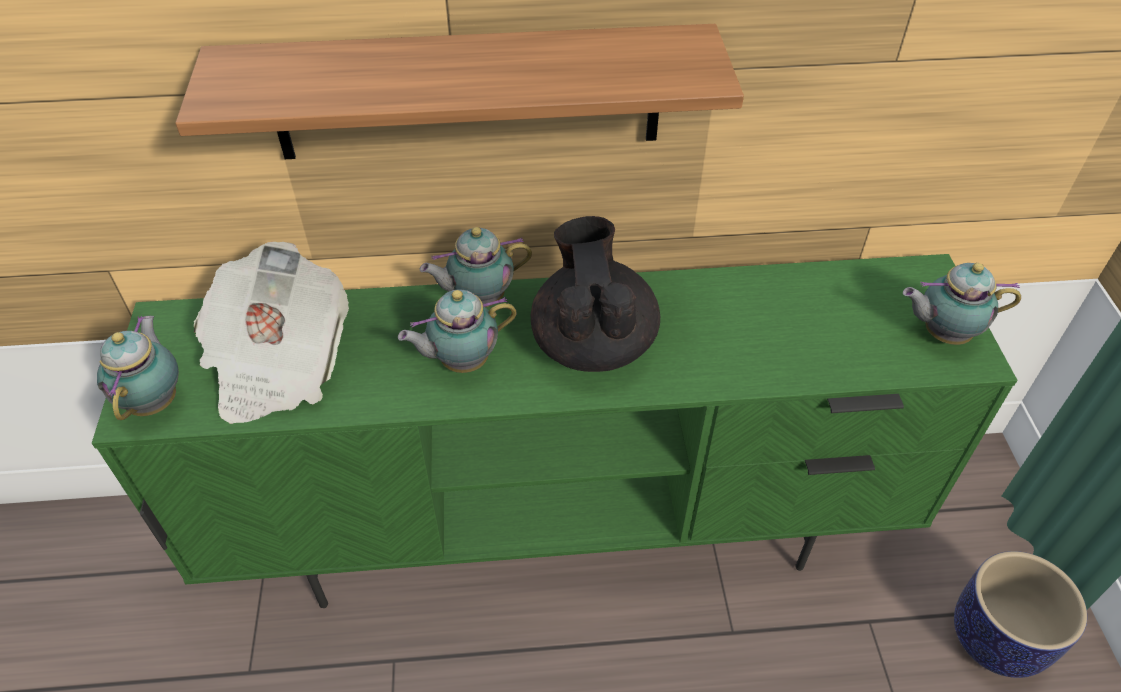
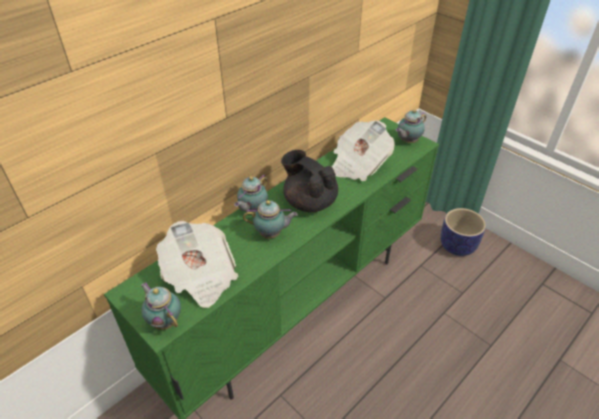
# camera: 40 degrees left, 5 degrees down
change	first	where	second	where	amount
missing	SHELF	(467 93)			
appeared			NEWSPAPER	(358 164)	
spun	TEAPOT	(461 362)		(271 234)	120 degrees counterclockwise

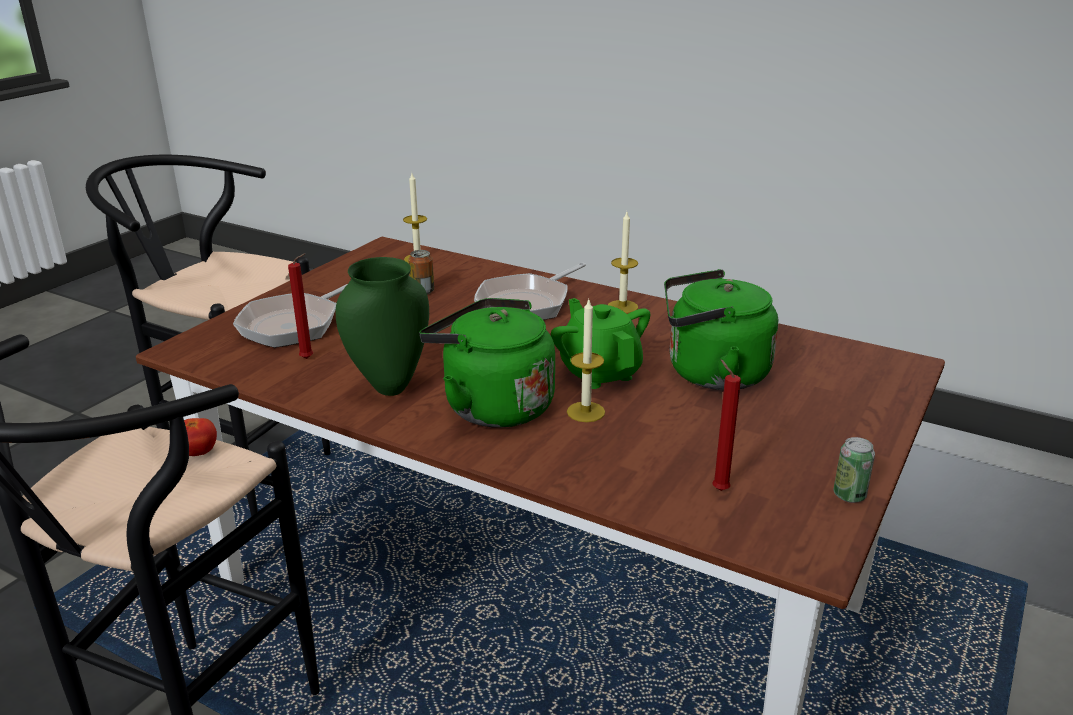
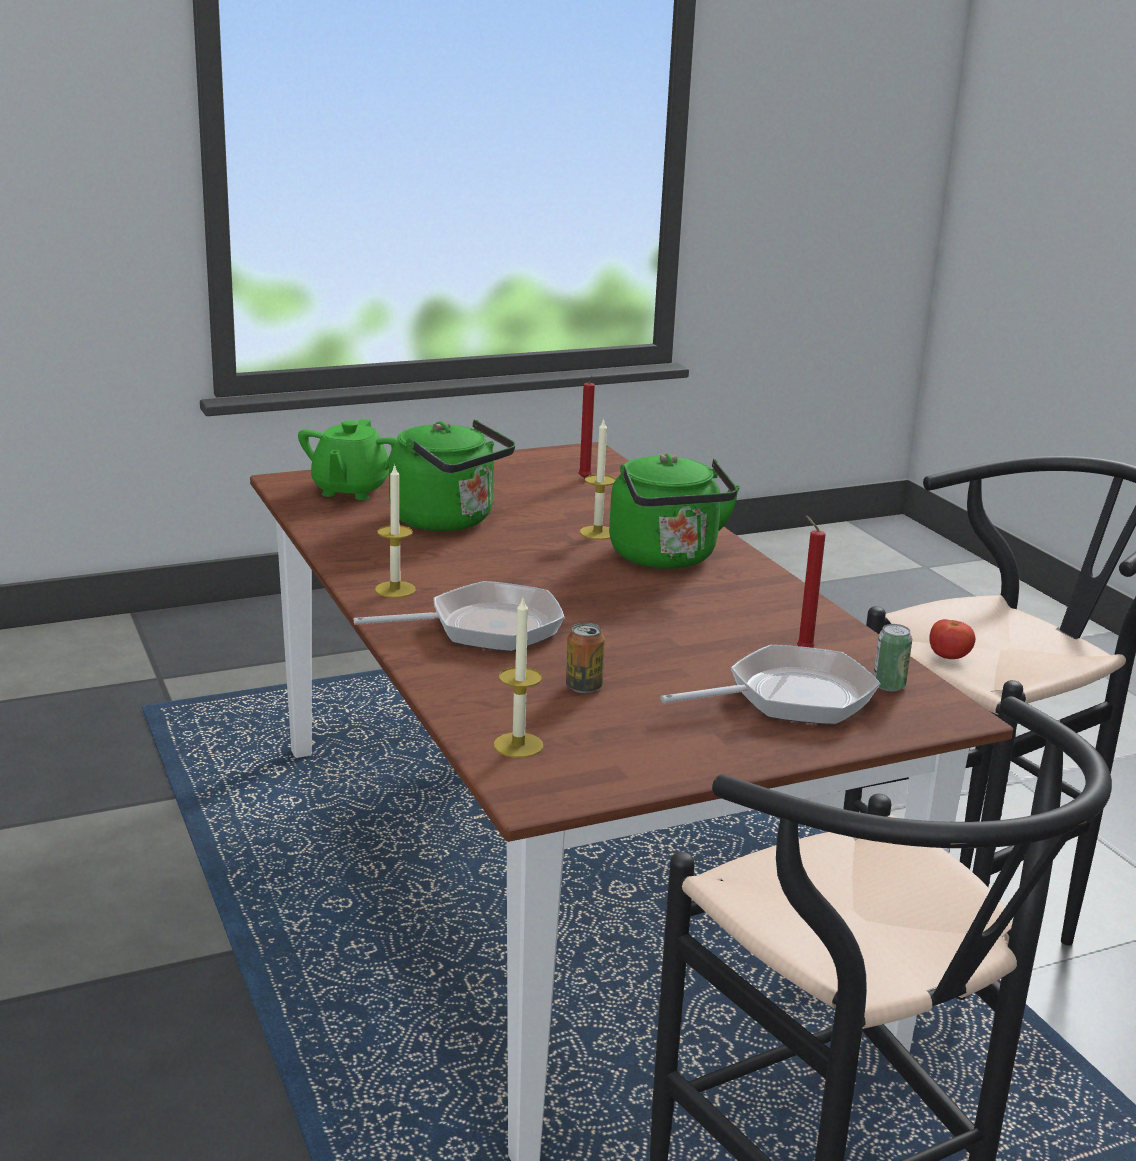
# camera: 145 degrees left, 5 degrees down
change	first	where	second	where	amount
missing	GREEN-COLOURED VASE	(390 388)			
relocated	GREEN-COLOURED TEAPOT	(600 373)		(350 490)	
relocated	METAL CAN	(849 495)		(888 685)	

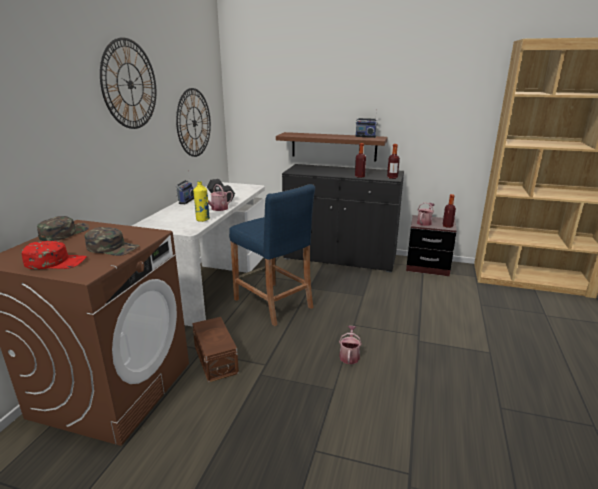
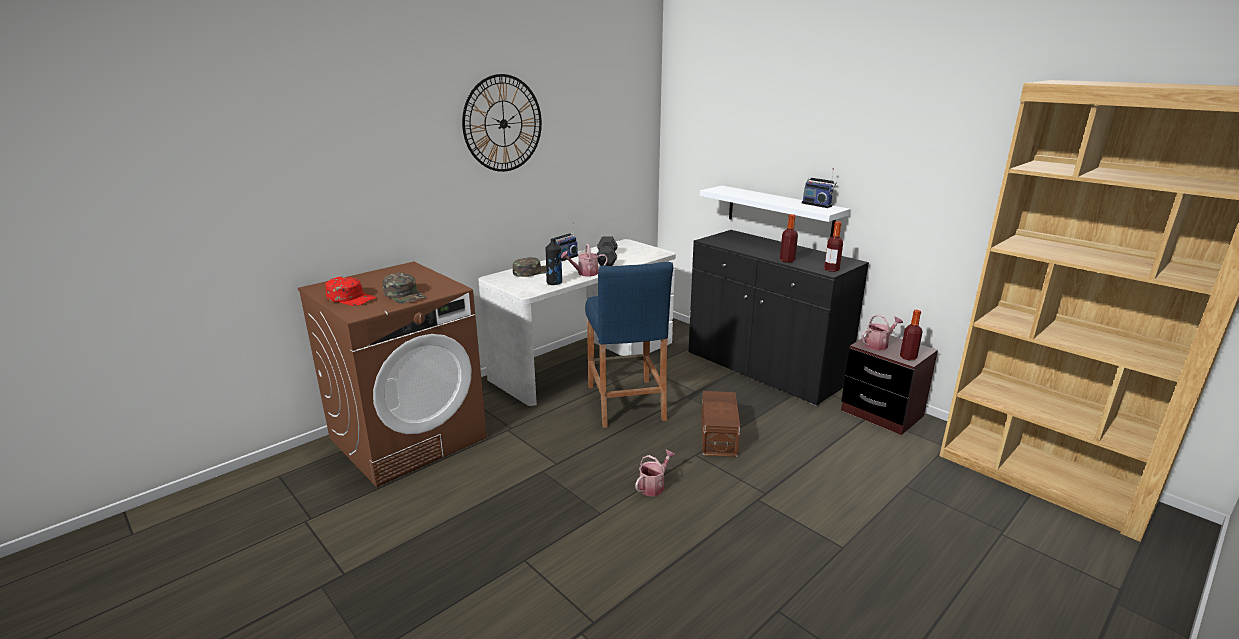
# camera: 30 degrees right, 0 degrees up
change	first	where	second	where	amount
missing	CLOCK ON THE WALL	(194 123)			
relocated	GREEN-COLOURED BASEBALL CAP	(64 233)		(532 272)	
relocated	BROWN-COLOURED STORAGE CONTAINER	(216 359)		(719 436)	
colour	YELLOW-COLOURED BOTTLE	(203 219)	BLACK BOTTLE	(554 283)	
colour	BROWN-COLOURED SHELF	(333 146)	WHITE SHELF	(779 213)	

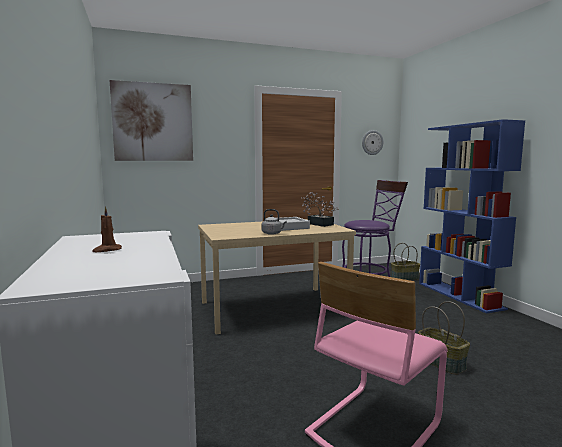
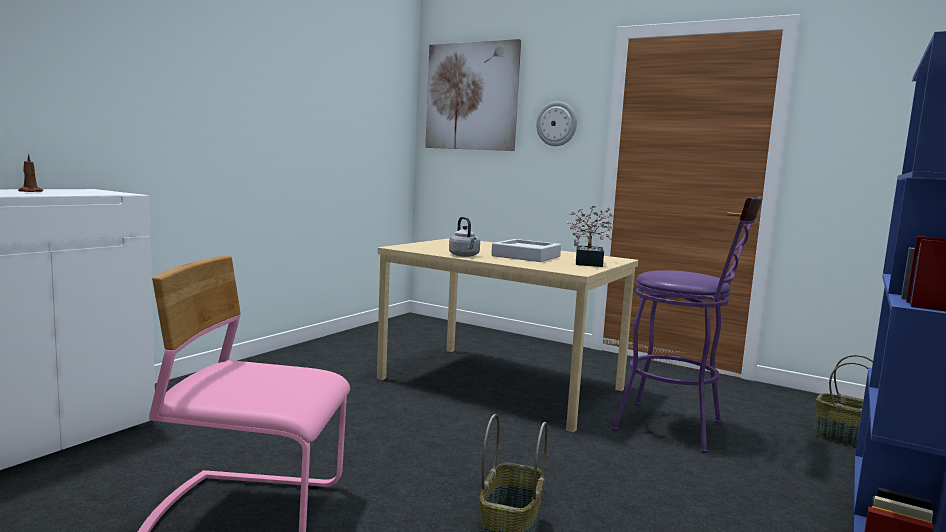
# camera: 50 degrees right, 0 degrees up
change	first	where	second	where	amount
relocated	CLOCK ON THE WALL	(372 142)		(557 124)	

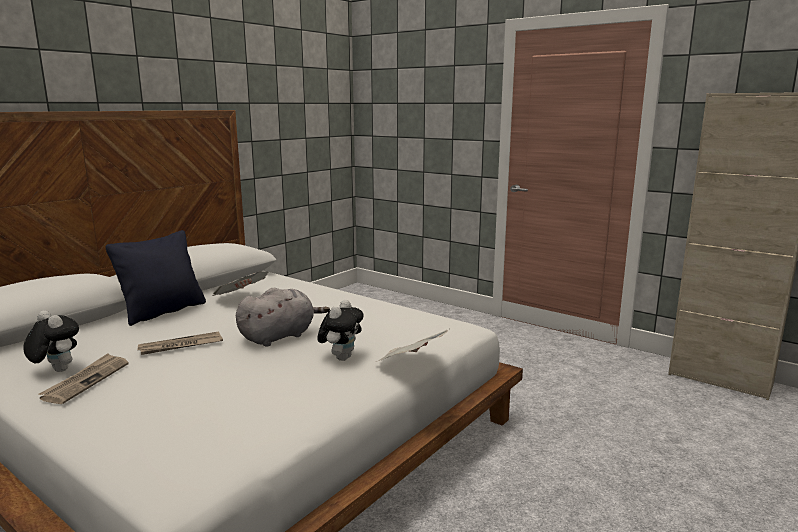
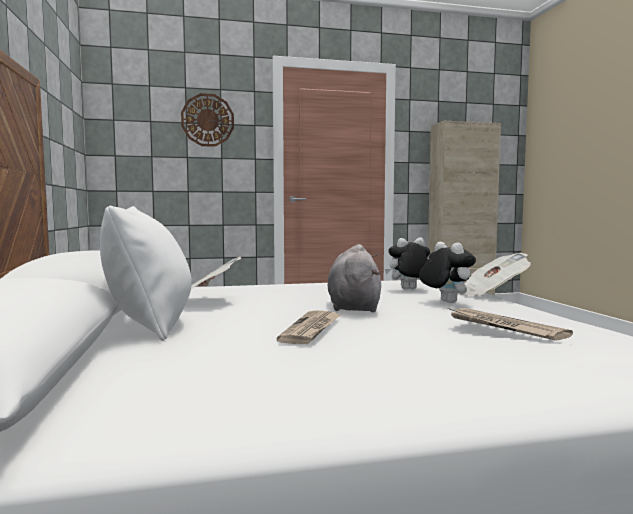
# camera: 50 degrees left, 10 degrees down
change	first	where	second	where	amount
appeared			CLOCK ON THE WALL	(207 120)	
relocated	PLUSH TOY	(56 370)		(408 290)	
relocated	NEWSPAPER	(86 380)		(503 327)	
colour	BLACK THROW PILLOW	(163 312)	WHITE THROW PILLOW	(151 325)	

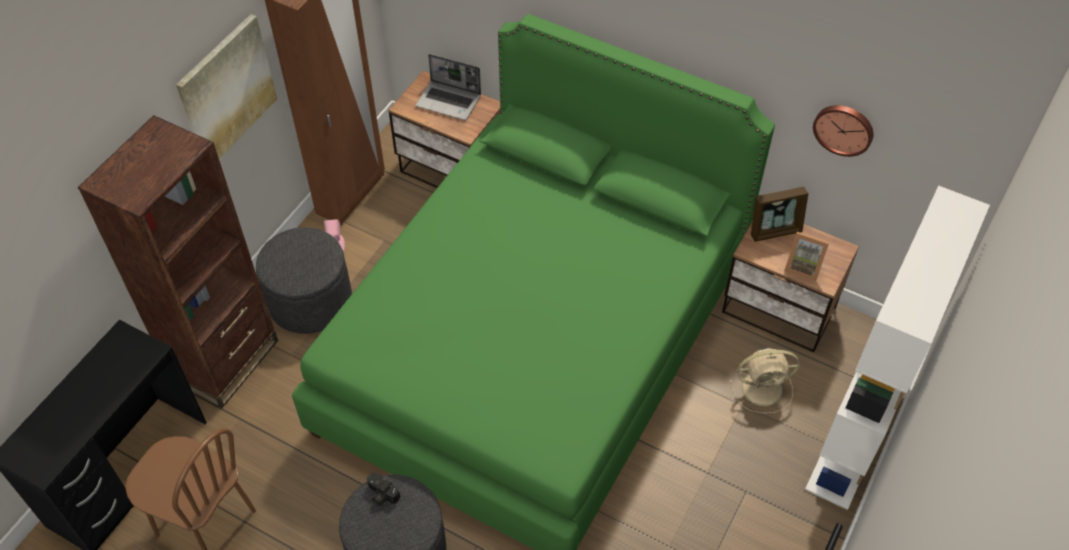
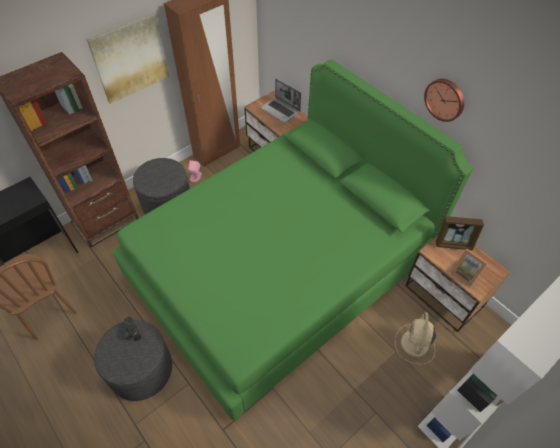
# camera: 20 degrees right, 0 degrees up
change	first	where	second	where	amount
relocated	CLOCK ON THE WALL	(844 128)		(445 99)	
spun	SAND-COLOURED ELECTRIC FAN	(764 388)		(414 345)	90 degrees clockwise

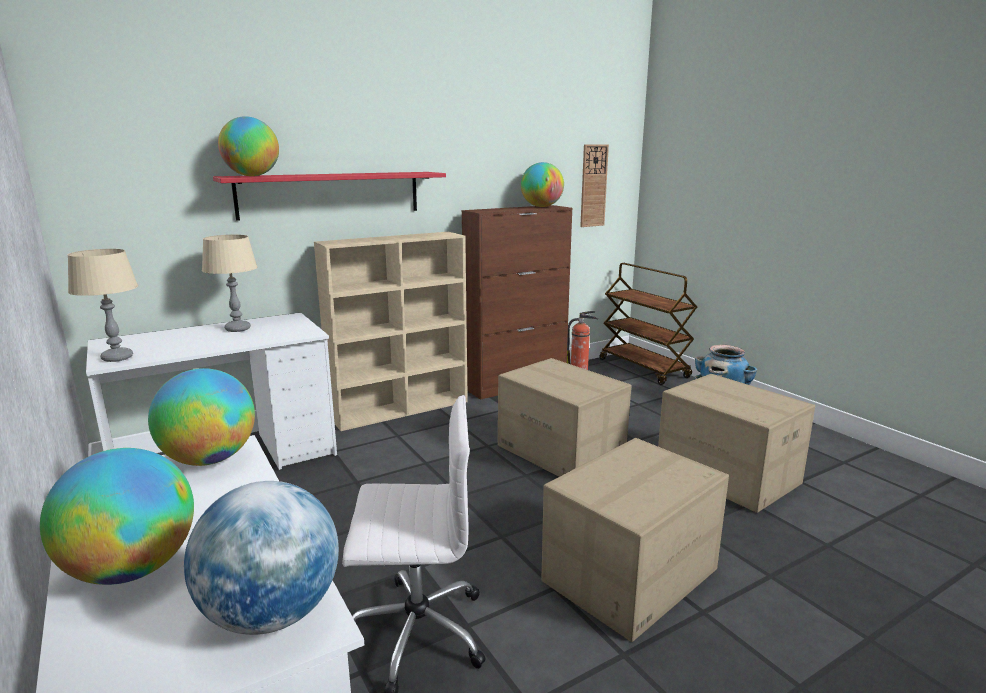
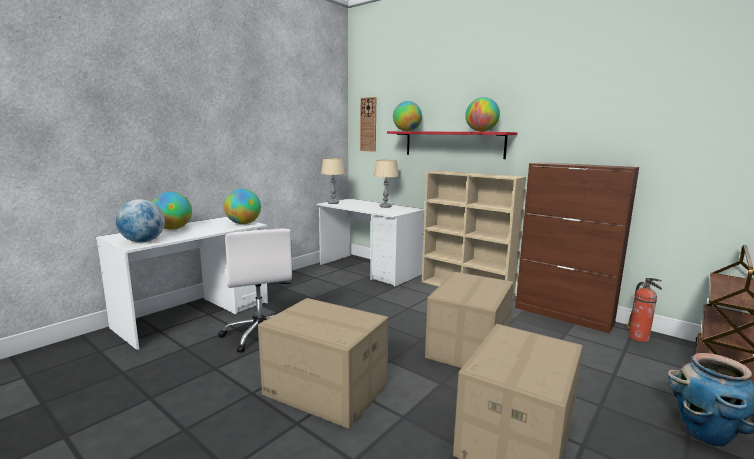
# camera: 70 degrees right, 5 degrees down
change	first	where	second	where	amount
relocated	WORLD GLOBE	(541 207)		(481 131)	
relocated	CLOCK ON THE WALL	(593 186)		(368 124)	

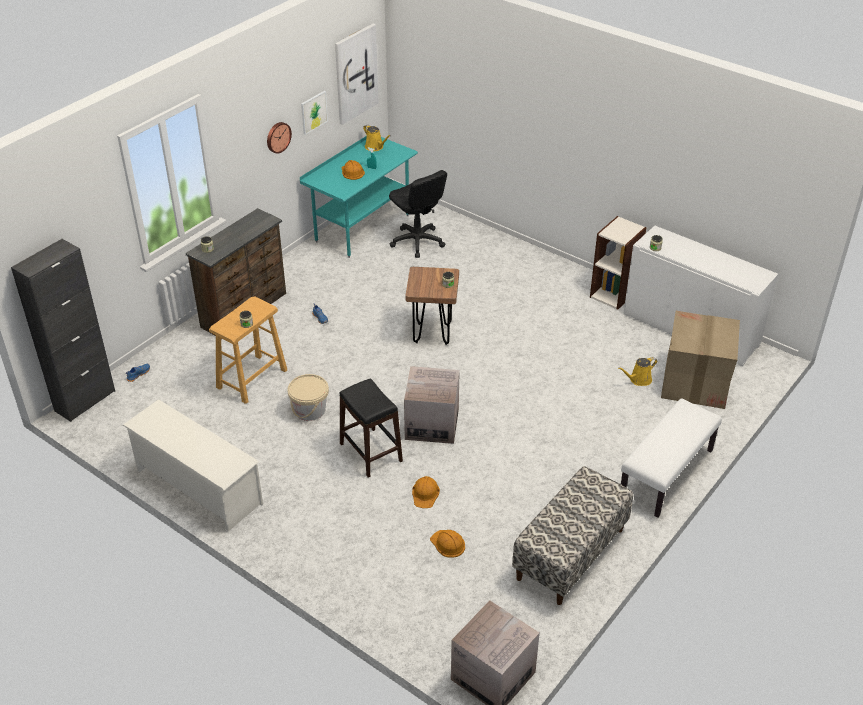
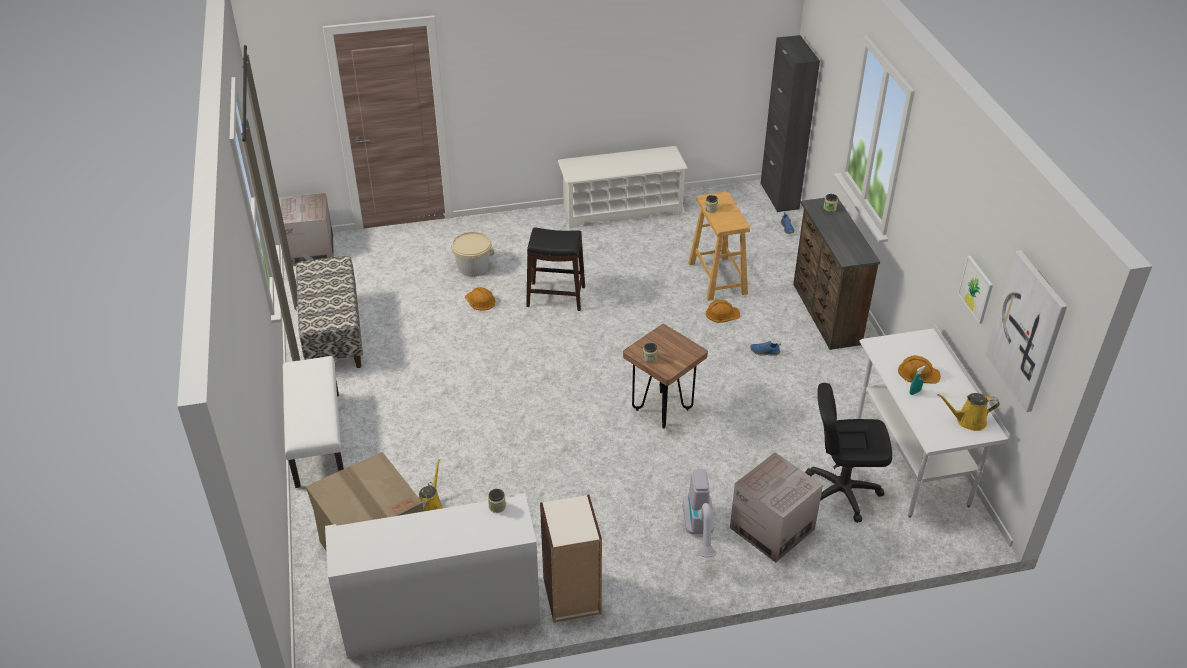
# camera: 130 degrees right, 0 degrees up
change	first	where	second	where	amount
missing	CLOCK ON THE WALL	(277 137)			
appeared			VACUUM	(700 532)	
relocated	SAND-COLOURED PAIL	(310 410)		(473 267)	
relocated	CARTON	(432 424)		(772 529)	
relocated	ORANGE-COLOURED HARD HAT	(448 544)		(722 313)	
colour	TURQUOISE-COLOURED DESK UNIT	(362 228)	WHITE DESK UNIT	(911 462)	

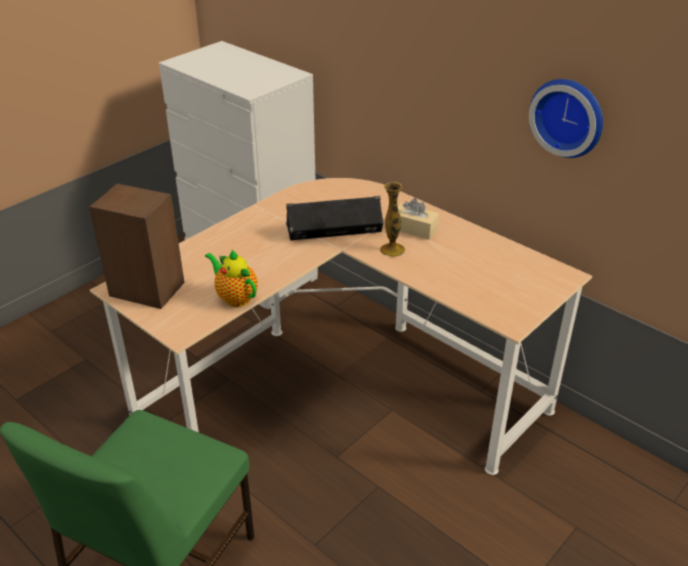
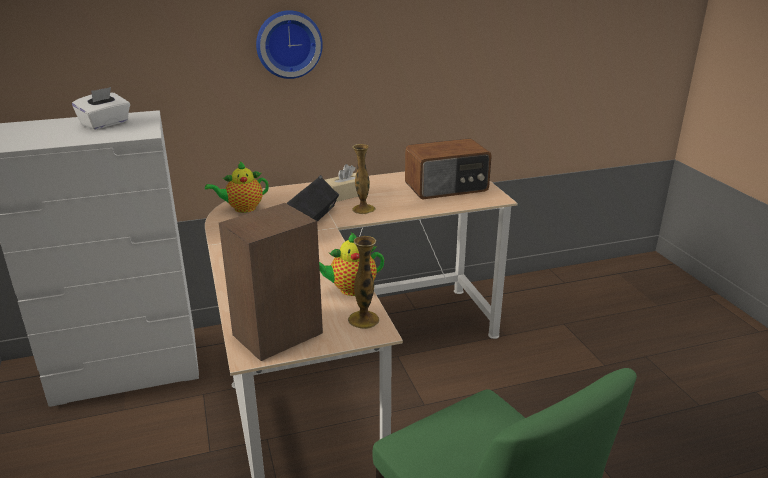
# camera: 60 degrees left, 10 degrees down
change	first	where	second	where	amount
appeared			WHITE TISSUE HOLDER	(105 124)	
appeared			TEAPOT	(242 208)	
appeared			VASE	(363 320)	
appeared			RADIO SET	(447 187)	
relocated	CLOCK ON THE WALL	(568 116)		(288 44)	

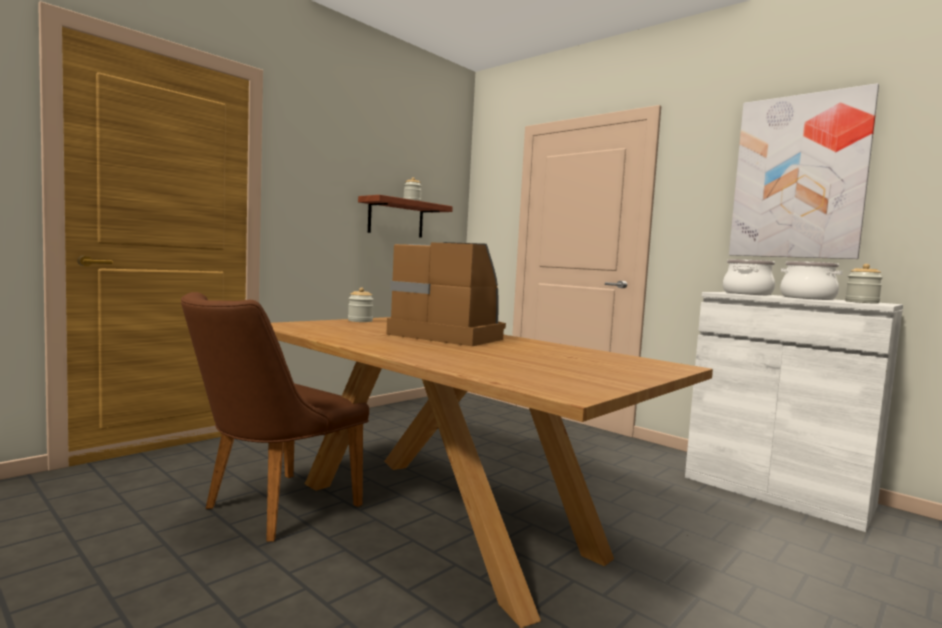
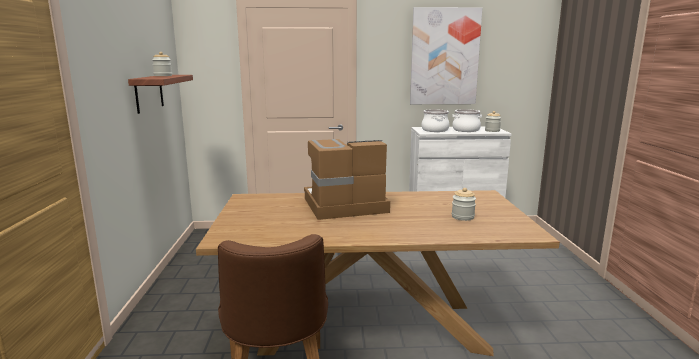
# camera: 45 degrees left, 10 degrees up
change	first	where	second	where	amount
relocated	PRESERVE JAR	(360 321)		(462 217)	

